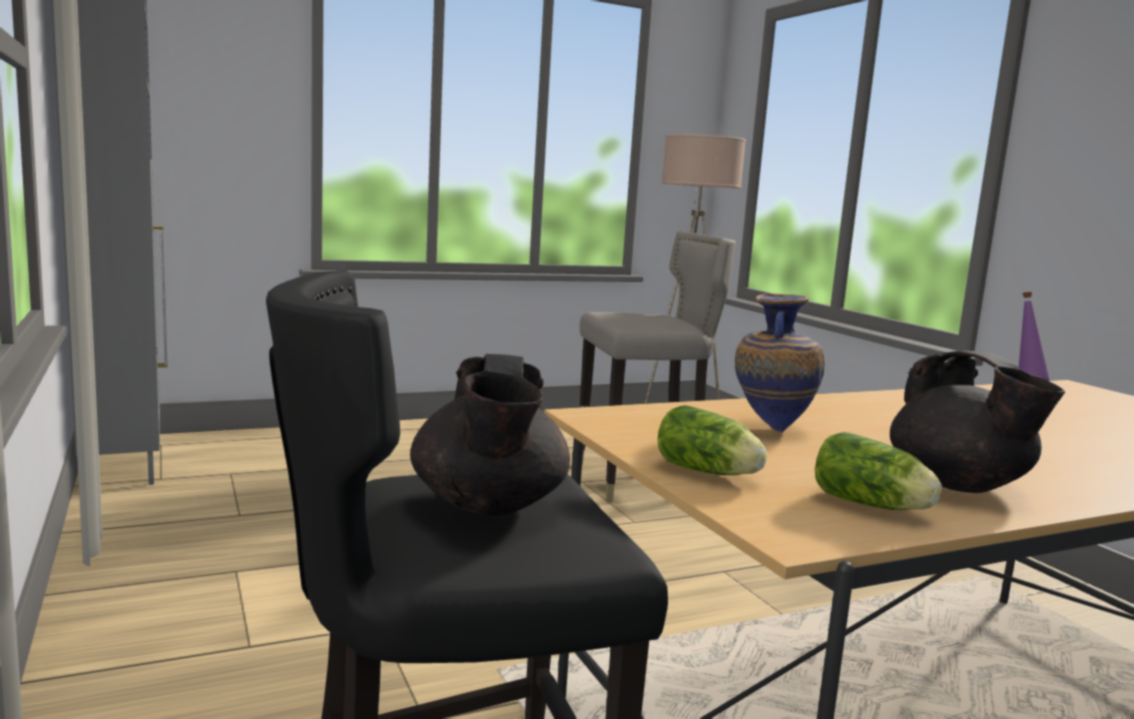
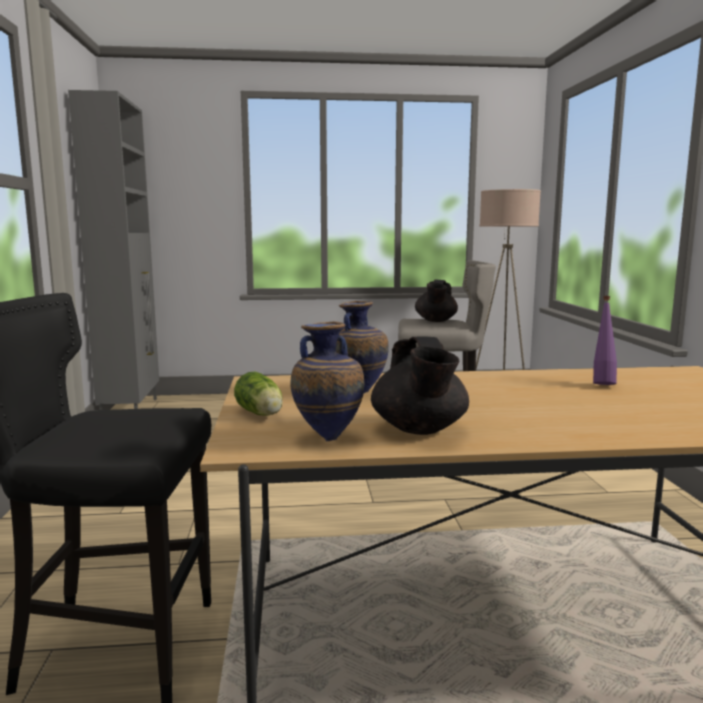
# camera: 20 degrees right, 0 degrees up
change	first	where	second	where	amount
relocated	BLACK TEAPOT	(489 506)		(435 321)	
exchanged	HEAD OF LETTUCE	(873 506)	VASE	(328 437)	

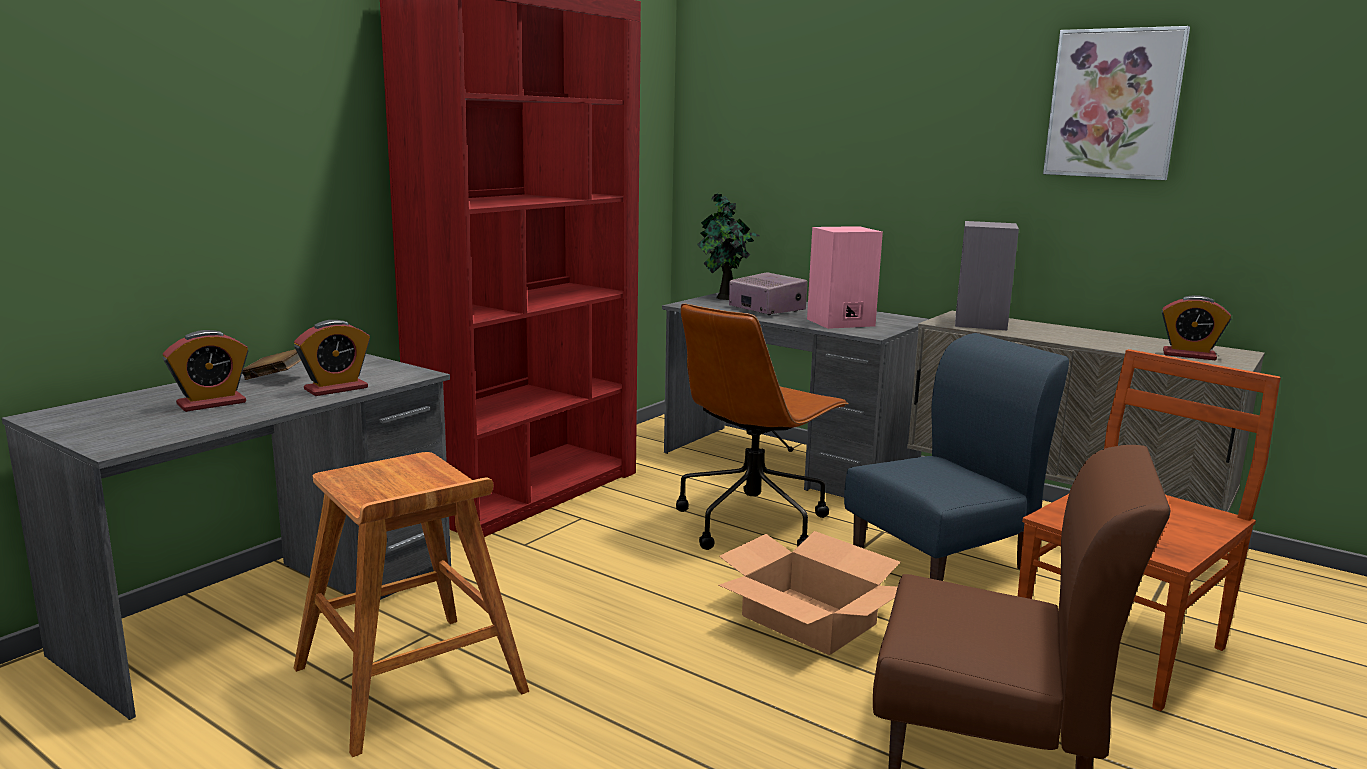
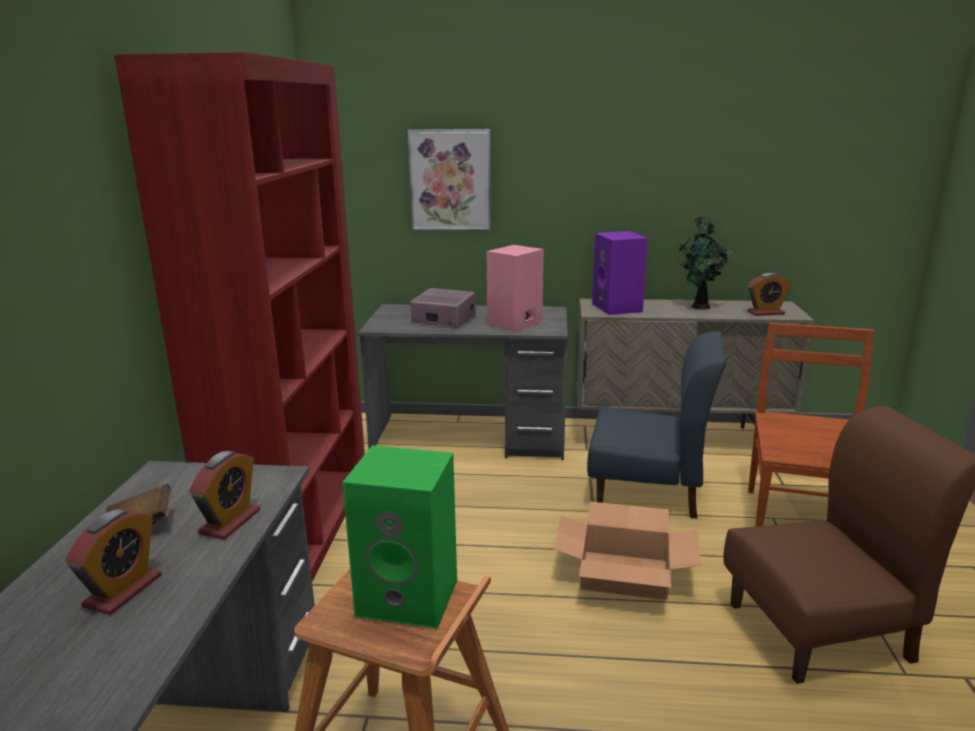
# camera: 30 degrees left, 5 degrees up
change	first	where	second	where	amount
missing	BROWN-COLOURED COMPUTER CHAIR	(753 522)			
appeared			GREEN-COLOURED SPEAKER	(410 596)	
relocated	PLANT IN A POT	(724 298)		(699 307)	
relocated	WALL ART	(1114 104)		(450 180)	
colour	GREYISH SPEAKER	(982 323)	PURPLE-COLOURED SPEAKER	(618 308)	
spun	BLUE UPRIGHT CHAIR	(942 561)		(648 490)	75 degrees clockwise

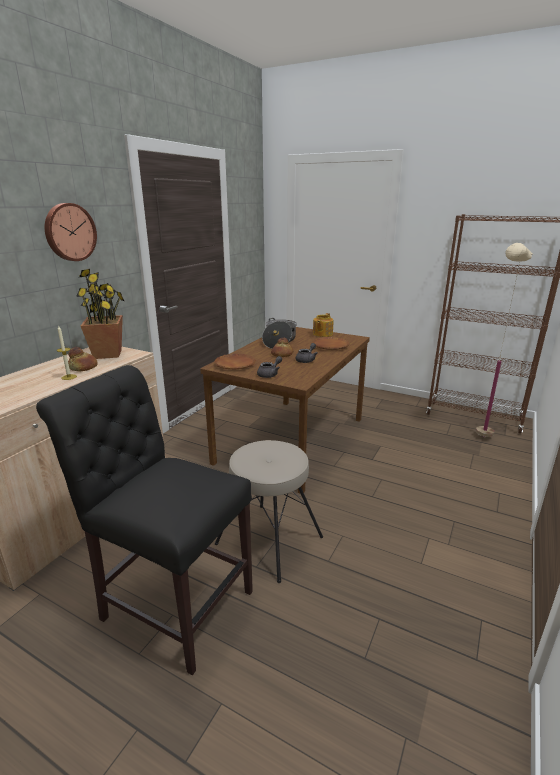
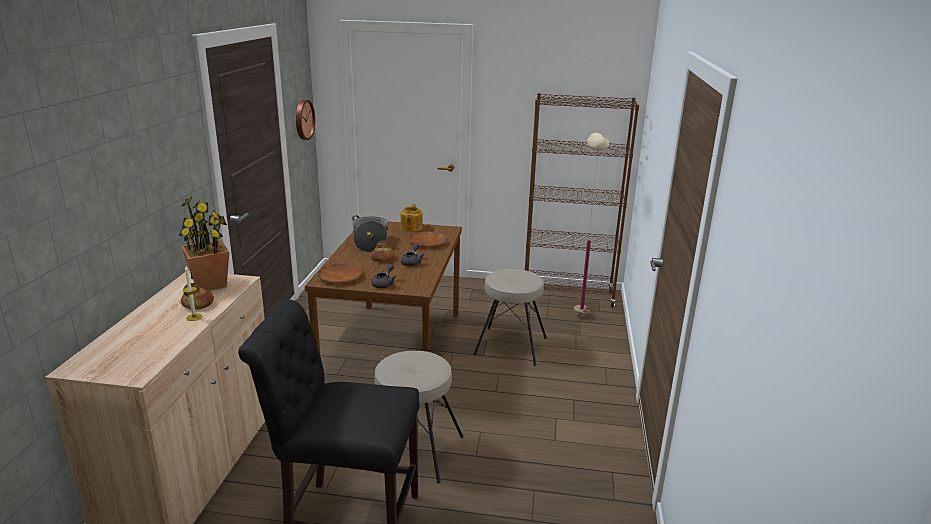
# camera: 20 degrees left, 0 degrees up
change	first	where	second	where	amount
appeared			SAND-COLOURED SITTING STOOL	(510 345)	
relocated	CLOCK ON THE WALL	(69 232)		(303 120)	

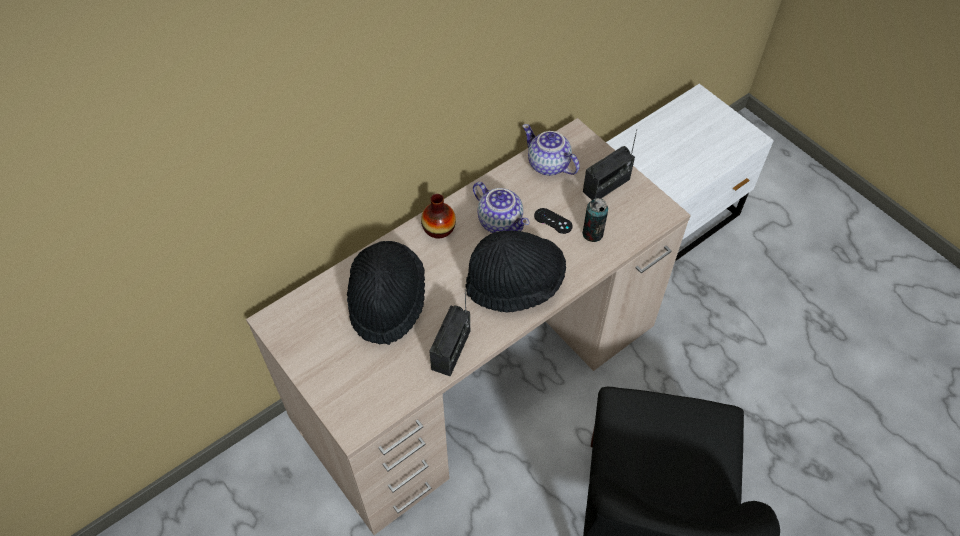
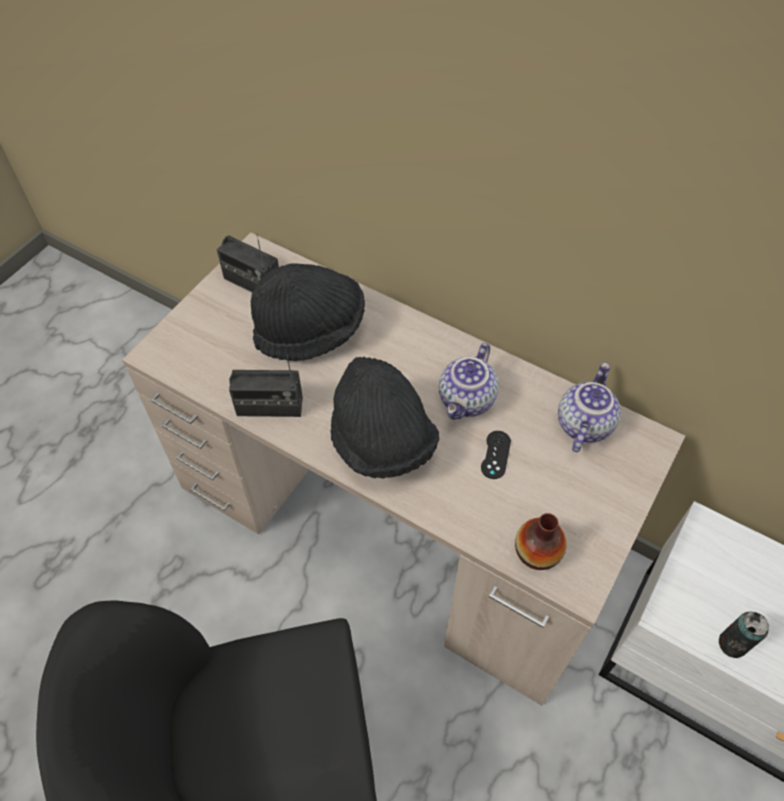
# camera: 70 degrees right, 0 degrees up
change	first	where	second	where	amount
relocated	VASE	(439 228)		(537 552)	
relocated	METAL CAN	(592 234)		(732 644)	
relocated	RADIO SET	(606 185)		(252 283)	

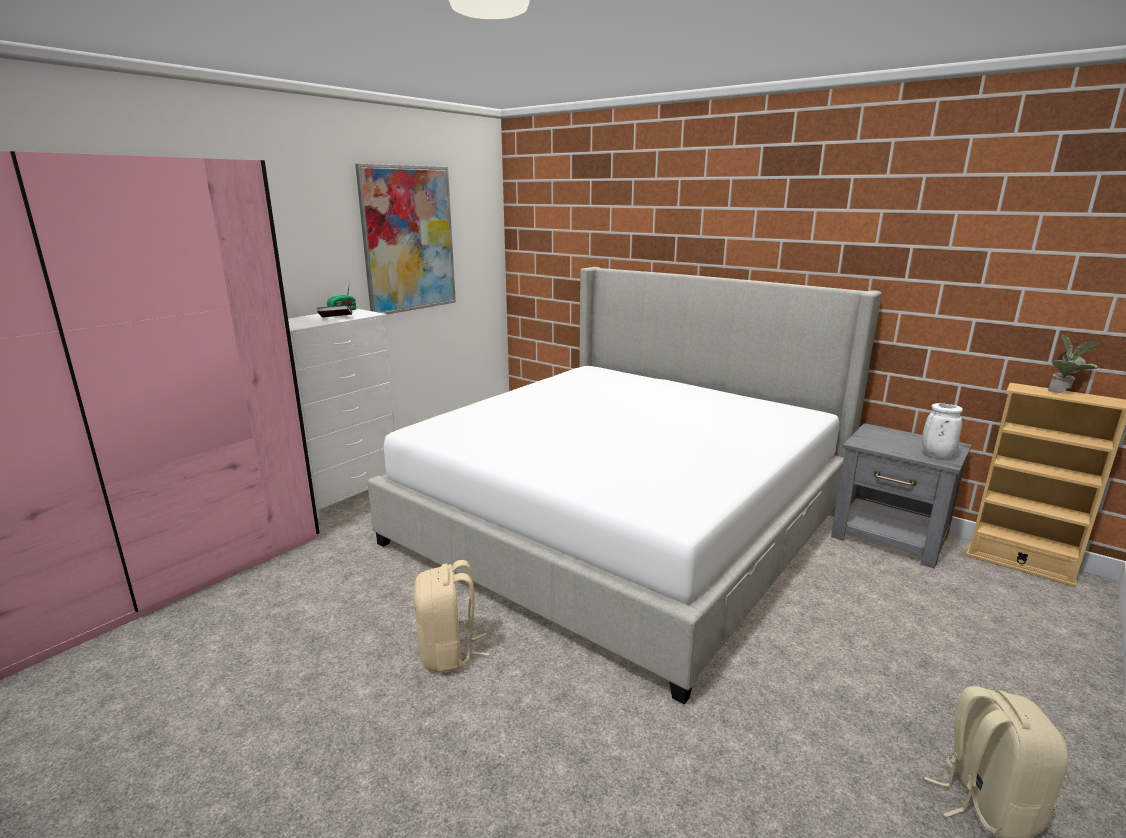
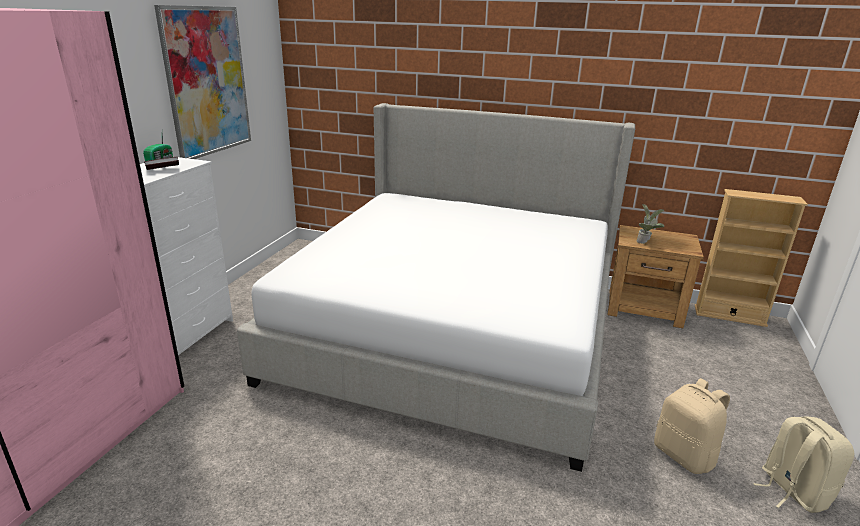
# camera: 20 degrees left, 5 degrees up
change	first	where	second	where	amount
missing	WHITE VASE	(936 456)			
relocated	SAND-COLOURED BACKPACK	(449 652)		(684 455)	
relocated	PLANT IN A POT	(1064 392)		(646 242)	
colour	GREYISH NIGHTSTAND	(890 537)	BROWN-COLOURED NIGHTSTAND	(645 309)	

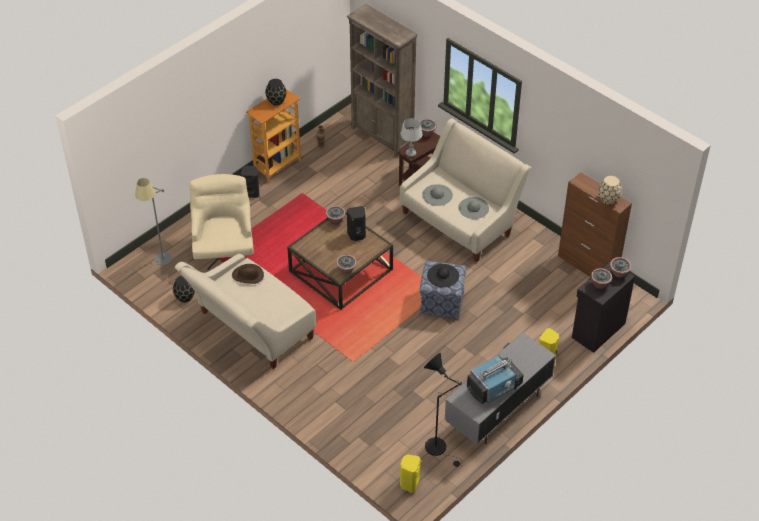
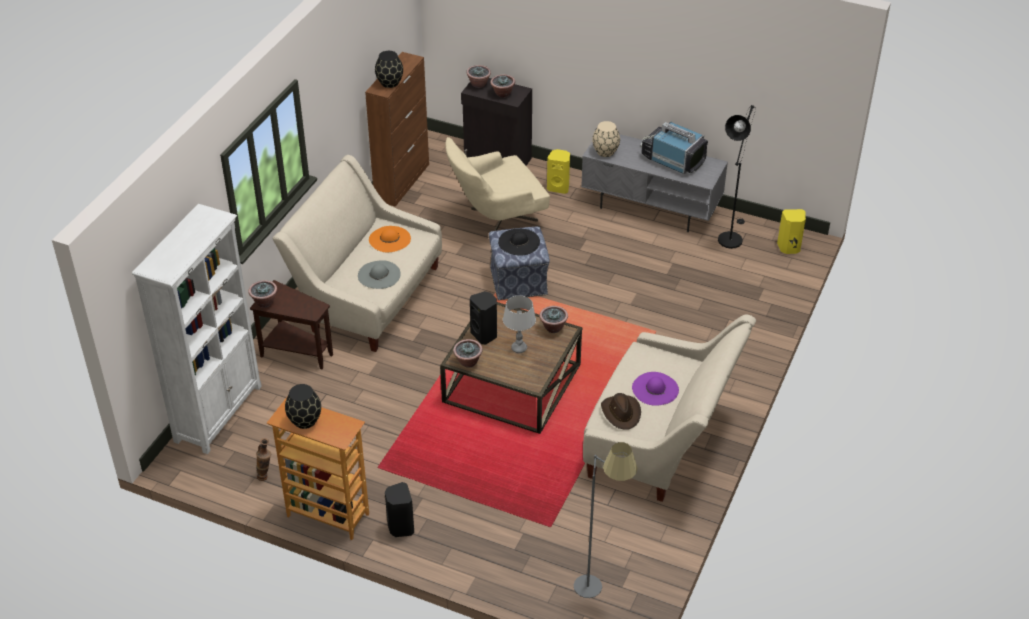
# camera: 110 degrees left, 5 degrees down
change	first	where	second	where	amount
appeared			PURPLE-COLOURED CLOTHING HAT	(655 389)	
relocated	BLACK VASE	(184 297)		(389 83)	
relocated	SAND-COLOURED EASY CHAIR	(224 248)		(496 218)	
relocated	GREYISH TABLETOP LAMP	(410 153)		(519 348)	
relocated	SAND-COLOURED VASE	(608 199)		(605 152)	
colour	BROWN-COLOURED BOOKCASE	(382 136)	WHITE BOOKCASE	(219 413)	
colour	GREYISH CLOTHING HAT	(473 208)	ORANGE-COLOURED CLOTHING HAT	(389 239)	

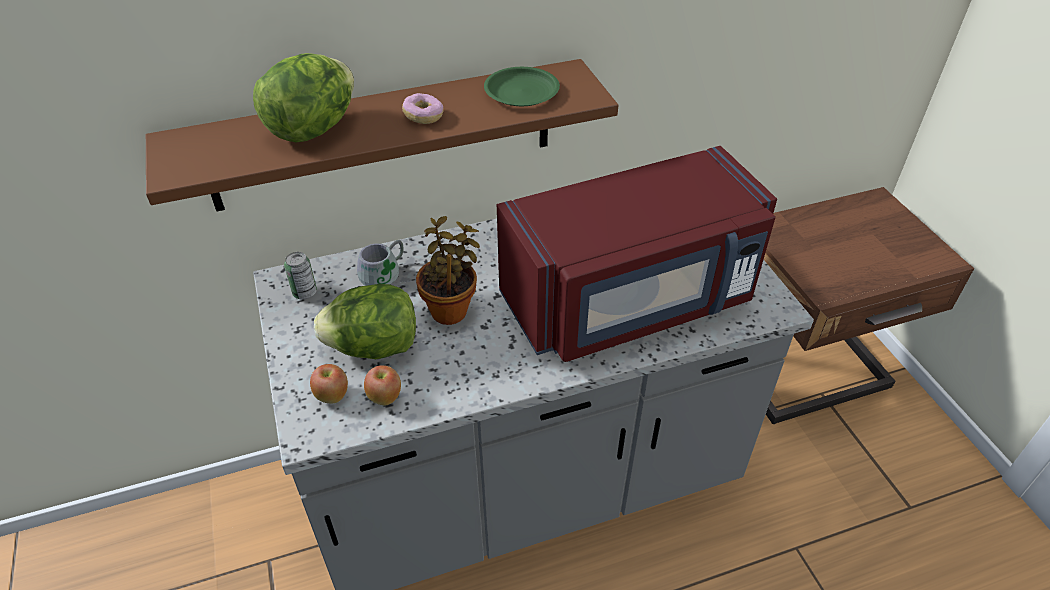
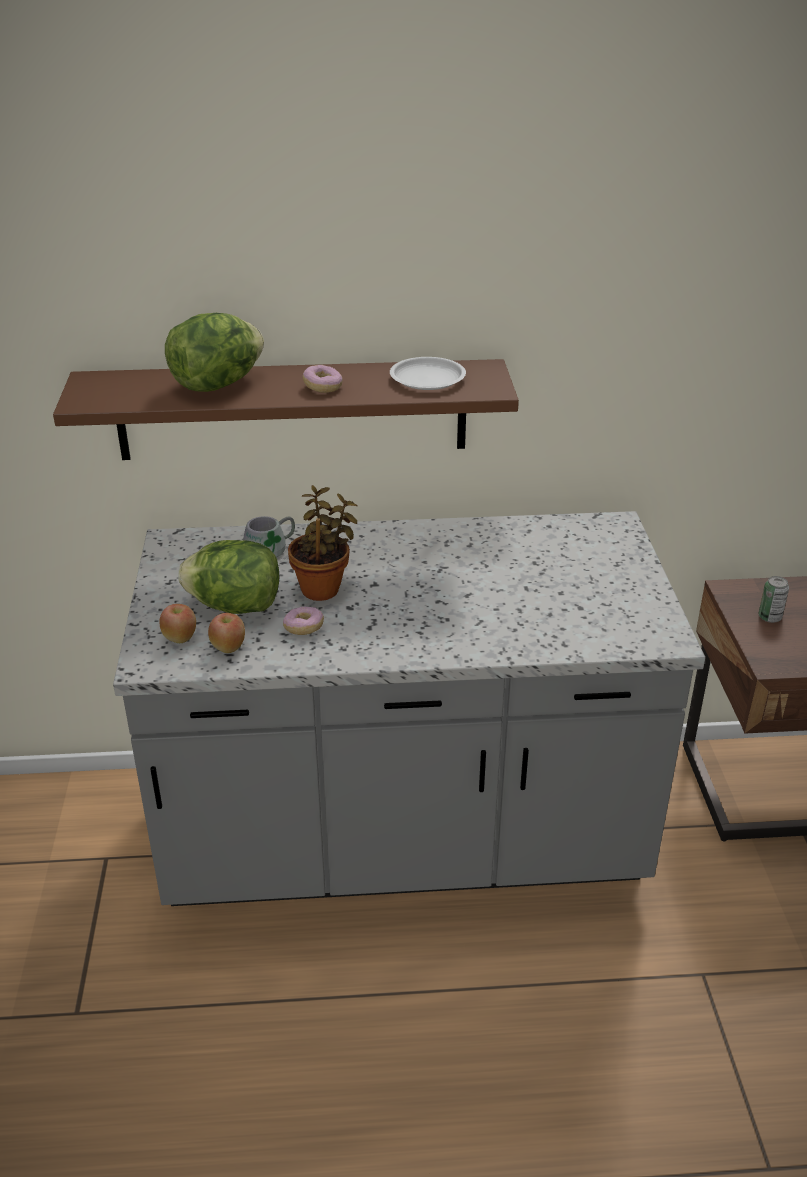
# camera: 15 degrees right, 10 degrees down
change	first	where	second	where	amount
missing	RED MICROWAVE OVEN	(631 301)			
appeared			DOUGHNUT	(304 628)	
relocated	METAL CAN	(305 292)		(769 617)	
colour	GREEN-COLOURED FLAT DISH	(521 91)	WHITE FLAT DISH	(427 378)	

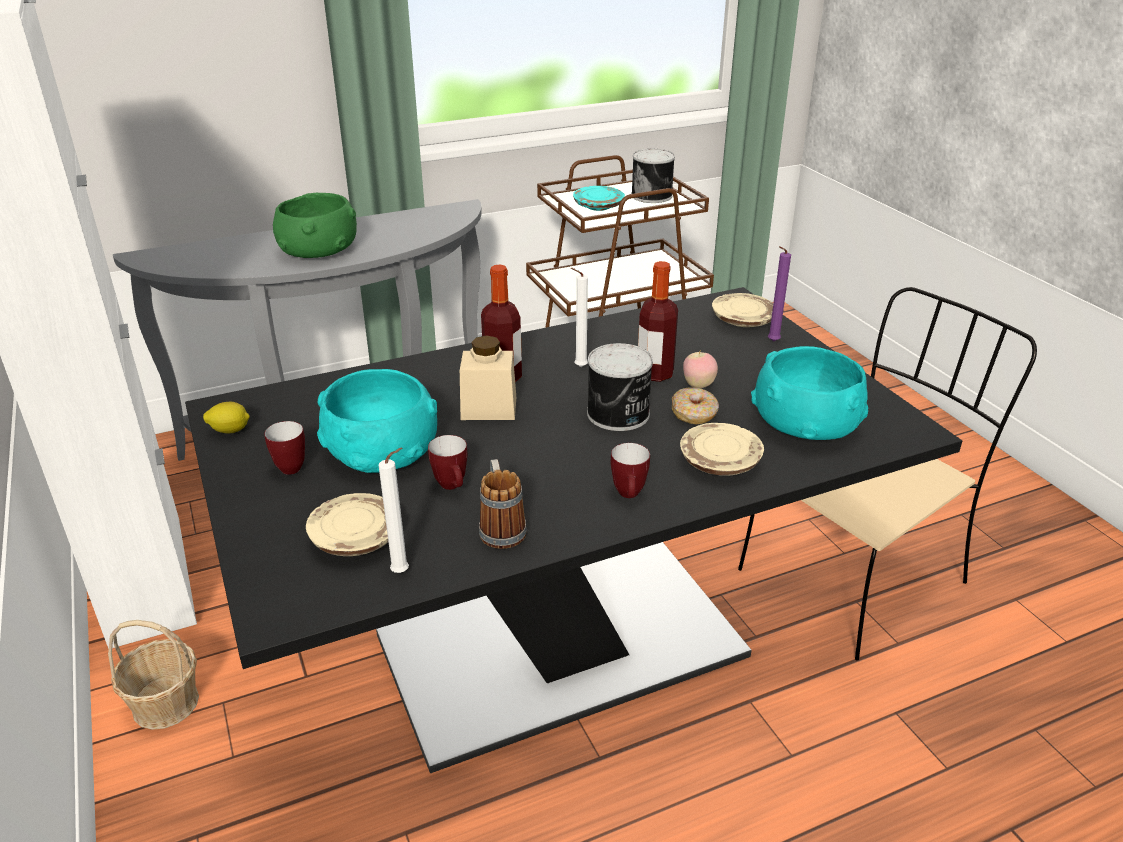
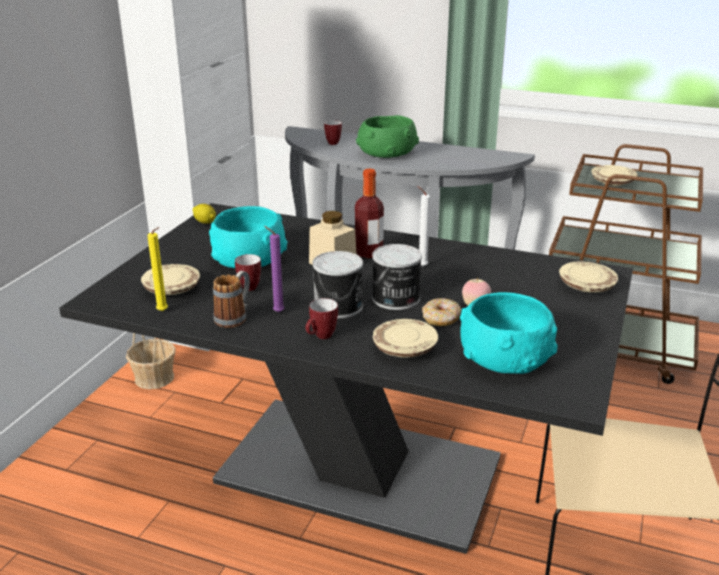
# camera: 45 degrees right, 5 degrees down
change	first	where	second	where	amount
missing	BOTTLE	(655 374)			
relocated	TEA MUG	(287 467)		(333 142)	
relocated	METAL CAN	(652 195)		(339 306)	
relocated	PURPLE-COLOURED CANDLE	(771 342)		(276 312)	
colour	WHITE CANDLE	(403 572)	YELLOW-COLOURED CANDLE	(164 312)	
colour	TURQUOISE-COLOURED FLAT DISH	(598 206)	SAND-COLOURED FLAT DISH	(613 182)	

